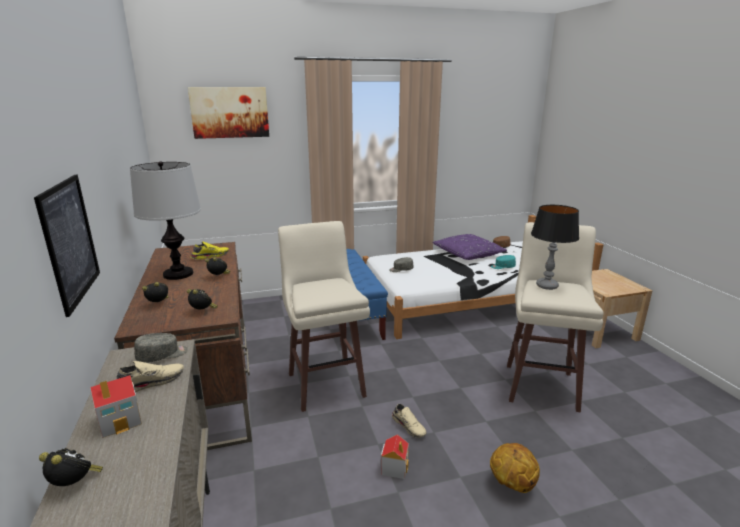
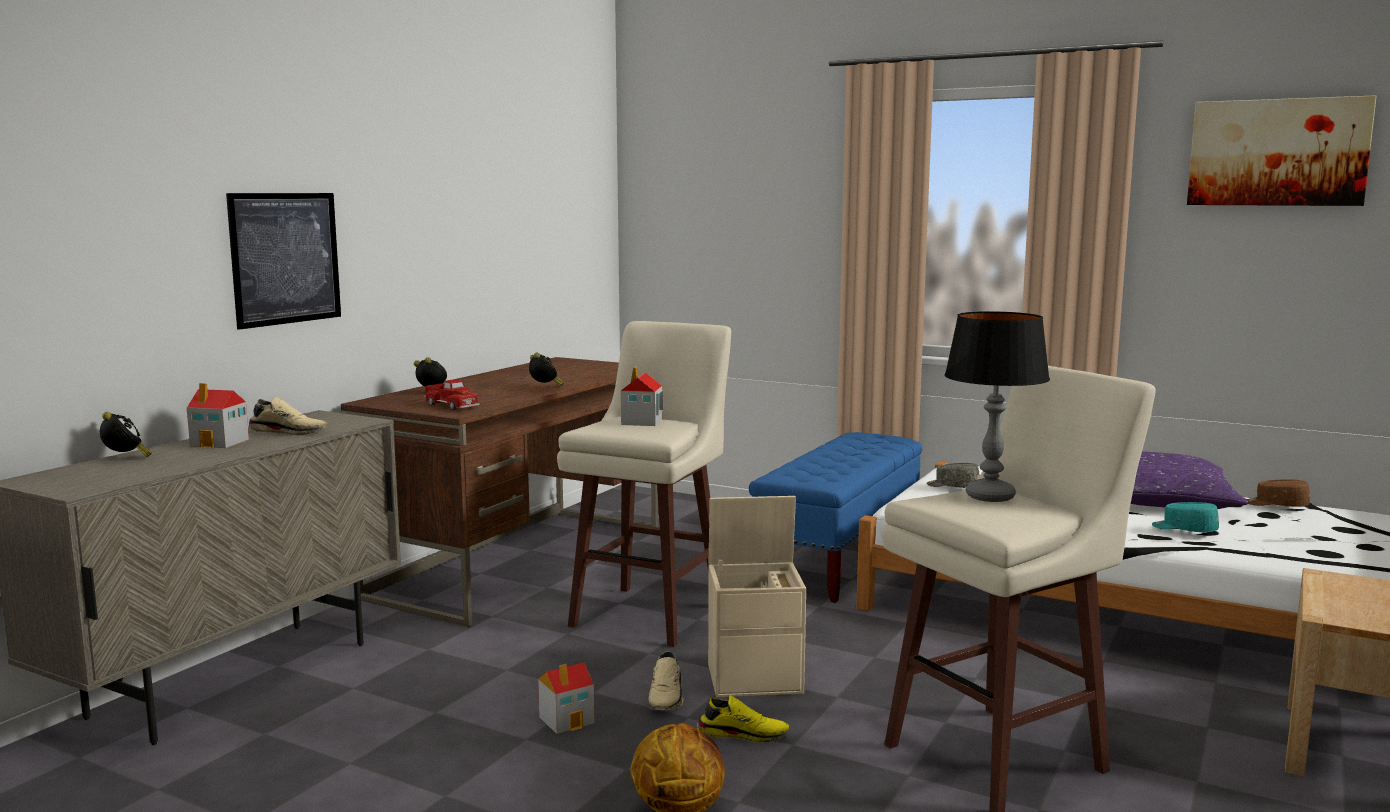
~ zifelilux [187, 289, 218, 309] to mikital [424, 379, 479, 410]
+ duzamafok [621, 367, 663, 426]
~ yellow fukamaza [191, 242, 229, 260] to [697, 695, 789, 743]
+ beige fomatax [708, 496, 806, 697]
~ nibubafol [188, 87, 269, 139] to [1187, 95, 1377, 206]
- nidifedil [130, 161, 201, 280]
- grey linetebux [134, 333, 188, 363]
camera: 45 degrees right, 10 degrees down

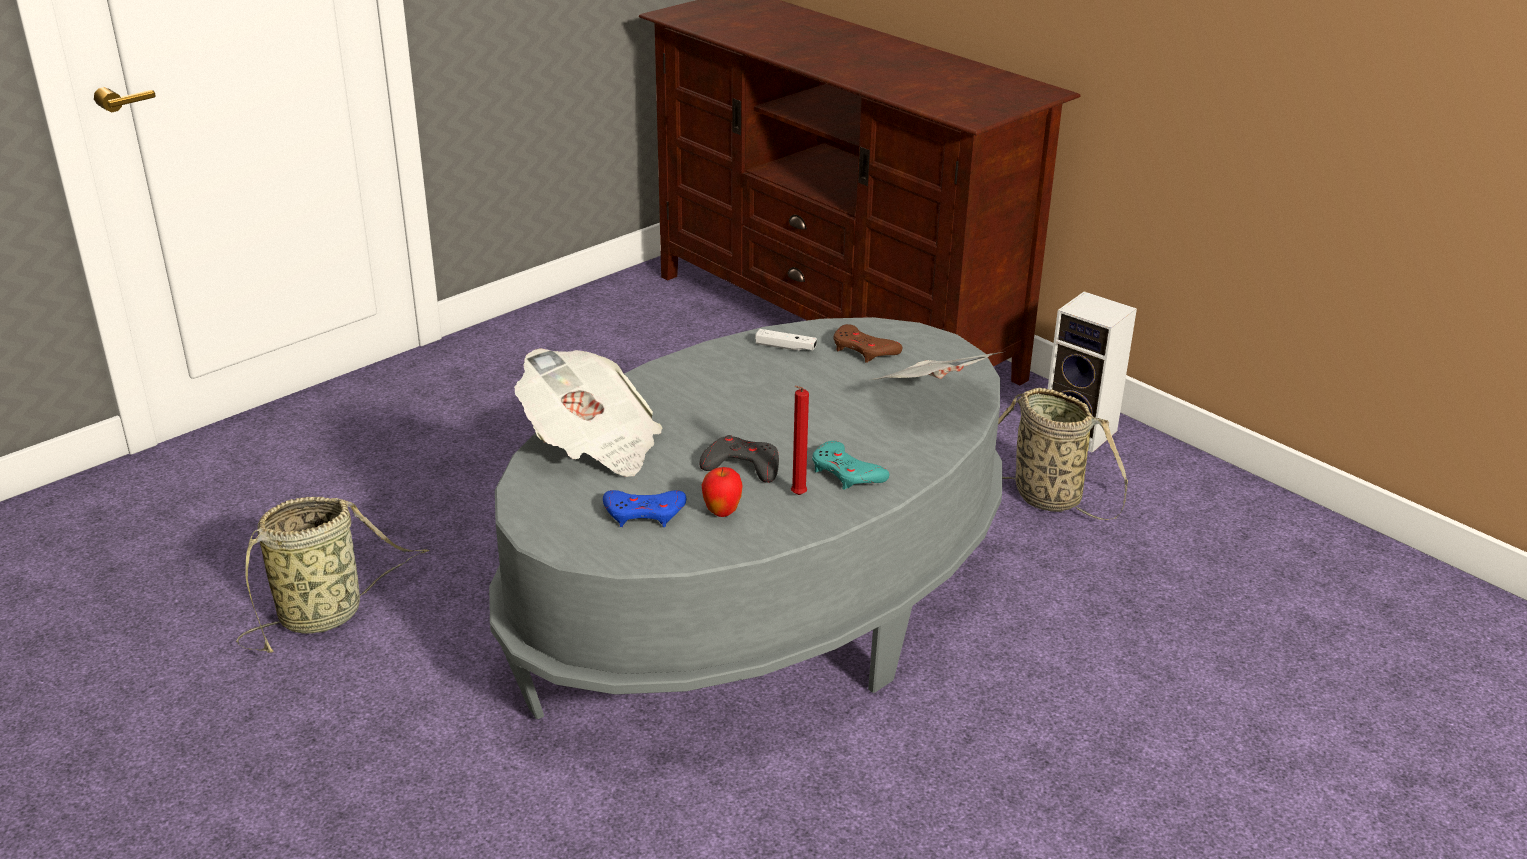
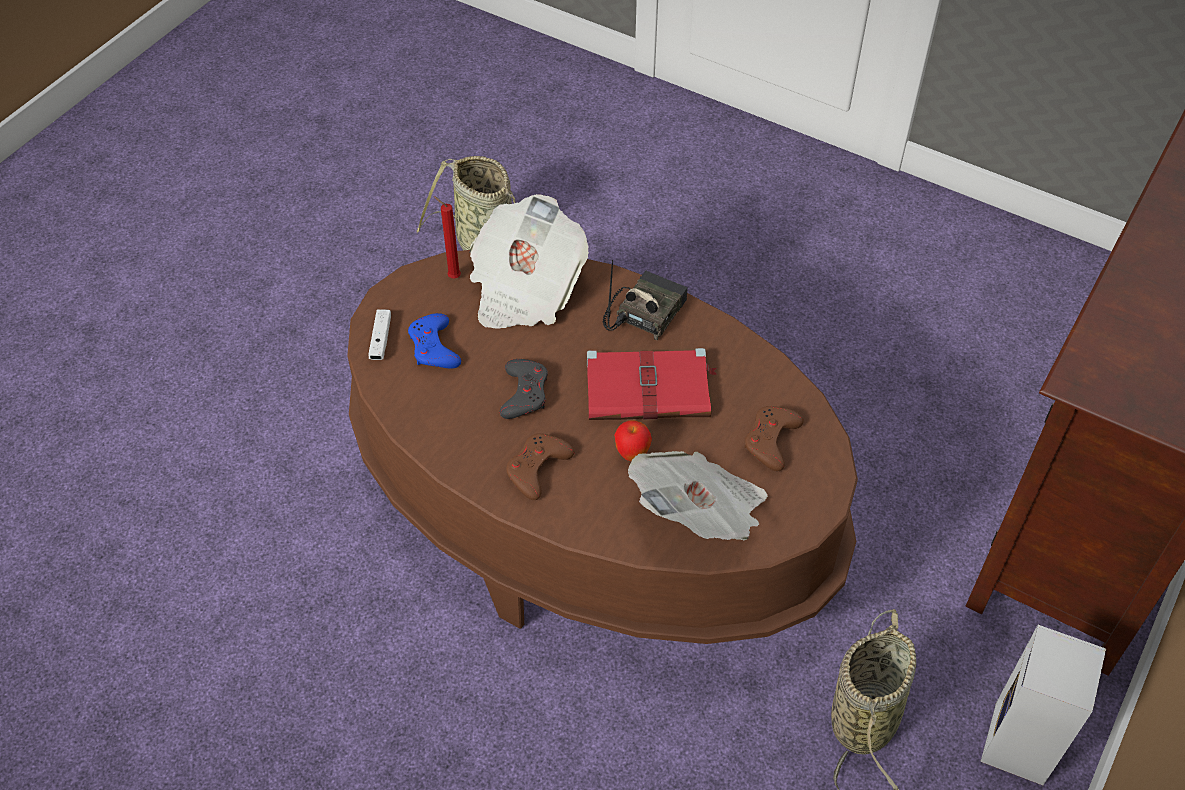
~ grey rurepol [489, 317, 1002, 719] to brown rurepol [347, 250, 858, 644]
~ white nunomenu [755, 329, 817, 351] to [368, 309, 391, 360]
~ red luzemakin [791, 386, 809, 495] to [434, 197, 461, 278]
~ turquoise nunomenu [812, 441, 889, 490] to brown nunomenu [506, 433, 575, 500]
+ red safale [587, 348, 718, 420]
+ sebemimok [602, 260, 688, 341]
~ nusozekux [701, 467, 743, 517] to [614, 420, 652, 461]
camera: 75 degrees right, 20 degrees up

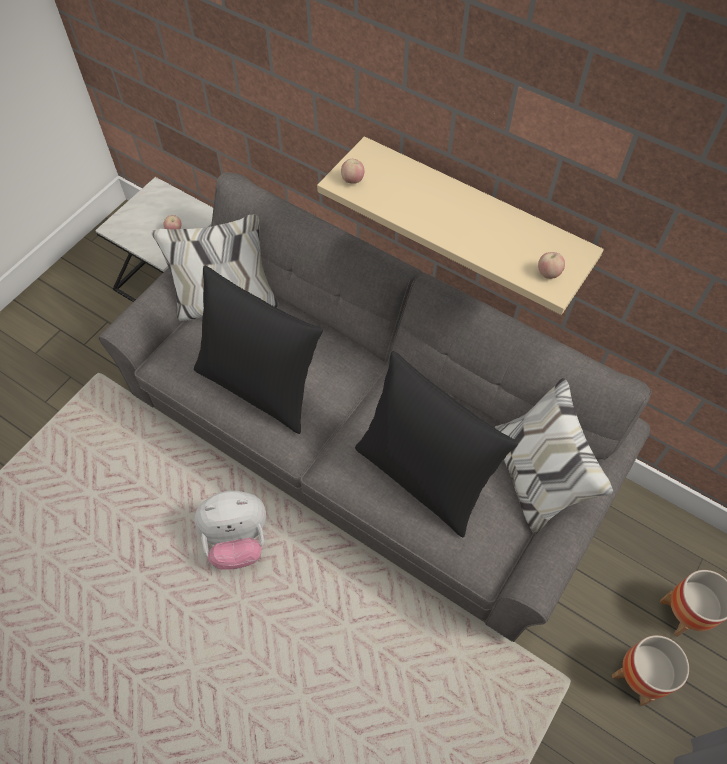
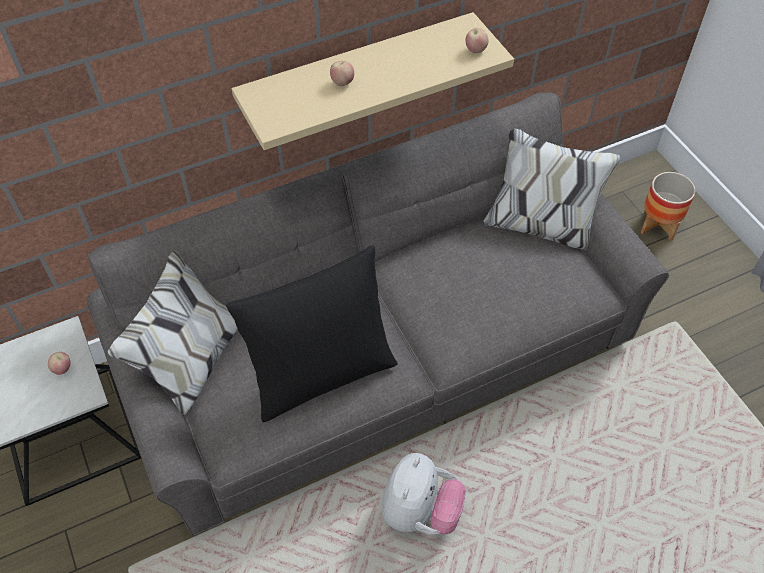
~ nusozekux [341, 159, 364, 183] to [330, 61, 354, 86]
- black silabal [355, 351, 518, 538]
- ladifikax [612, 635, 689, 706]
camera: 60 degrees left, 5 degrees down

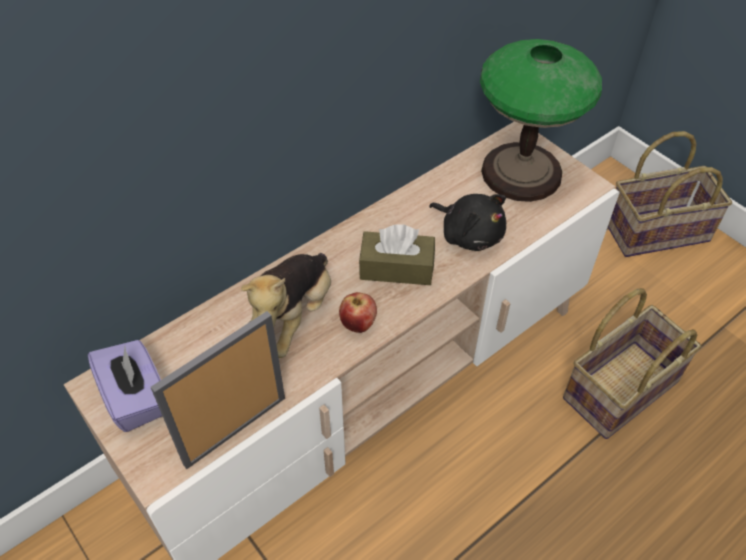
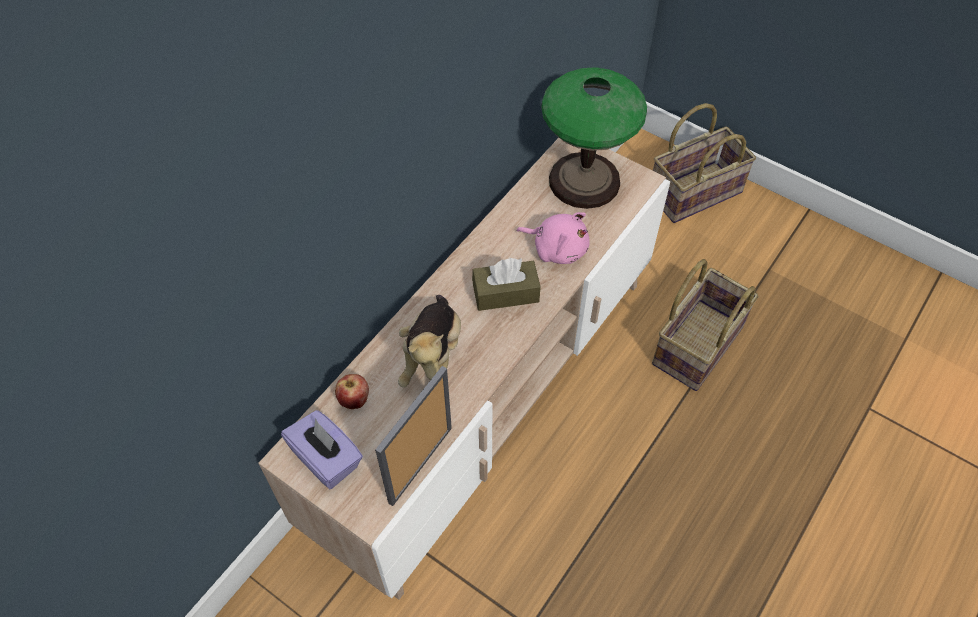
~ nusozekux [339, 292, 377, 333] to [335, 374, 369, 409]
~ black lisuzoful [429, 194, 506, 251] to pink lisuzoful [517, 212, 590, 264]
camera: 15 degrees left, 5 degrees up

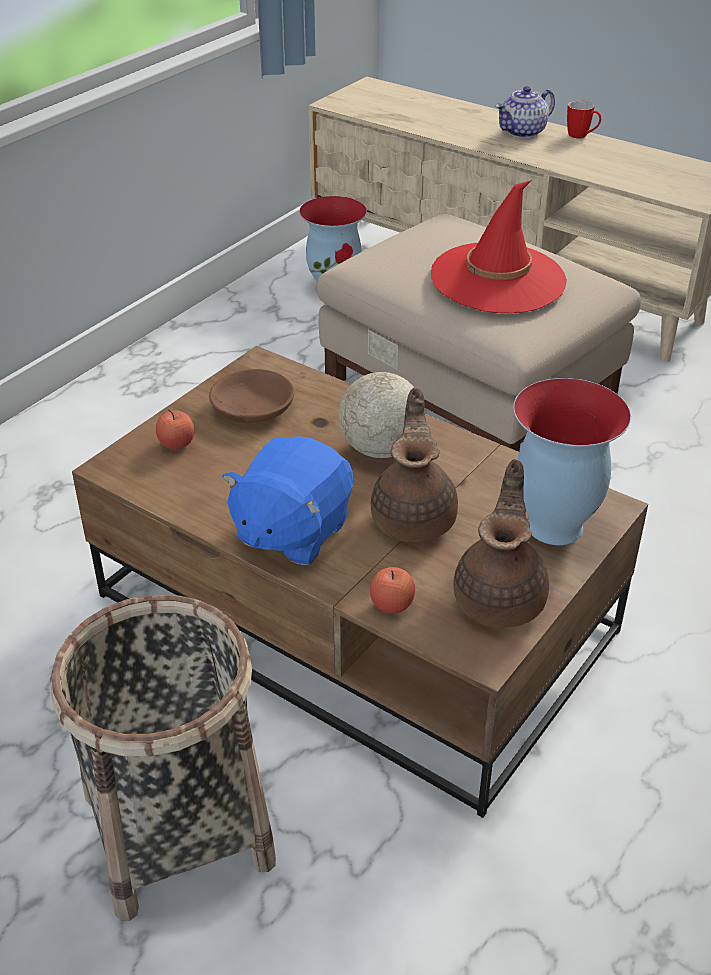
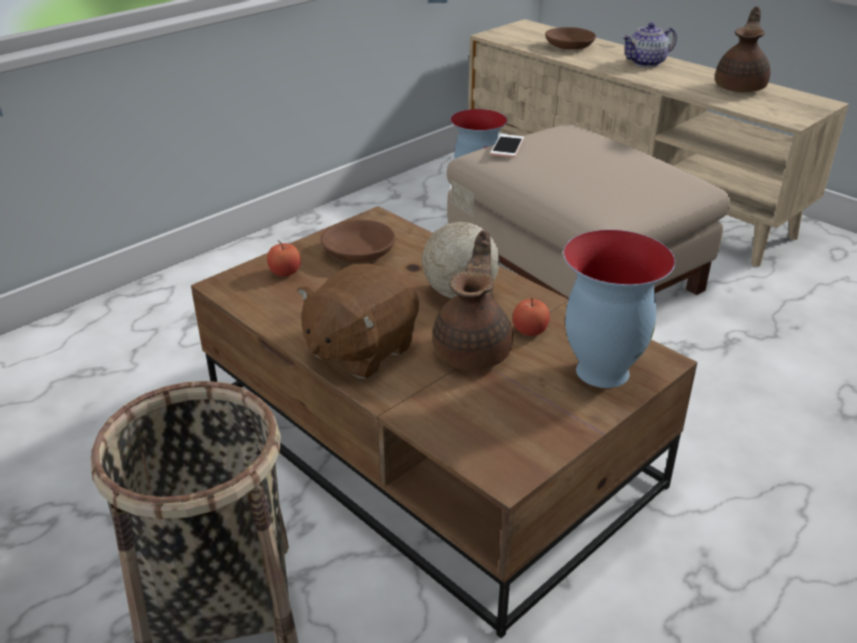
~ blue lisuzoful [222, 436, 353, 565] to brown lisuzoful [297, 264, 419, 379]
+ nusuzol [491, 134, 524, 157]
~ nusozekux [370, 567, 415, 613] to [513, 298, 550, 336]
+ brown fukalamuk [545, 27, 596, 49]
~ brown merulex [453, 459, 549, 628] to [715, 6, 770, 92]
- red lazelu [431, 180, 567, 313]
- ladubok [567, 100, 601, 139]
camera: 10 degrees right, 5 degrees down

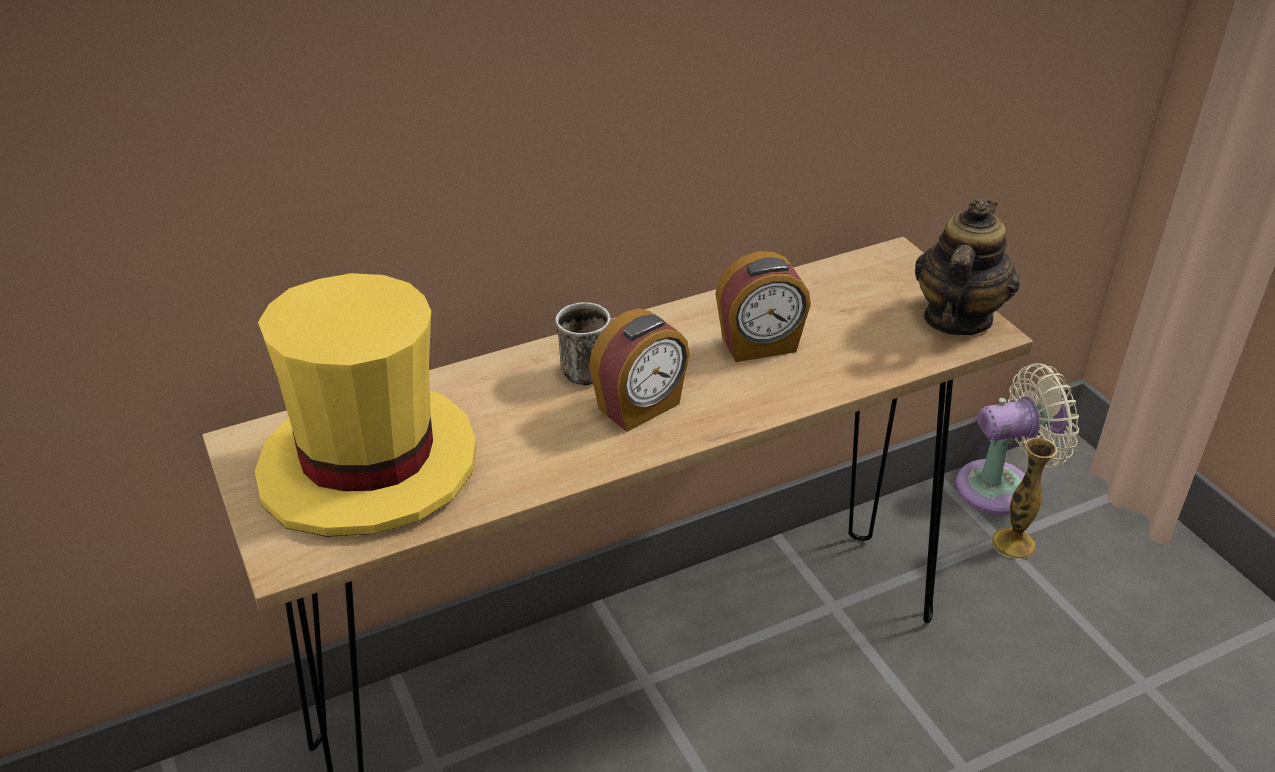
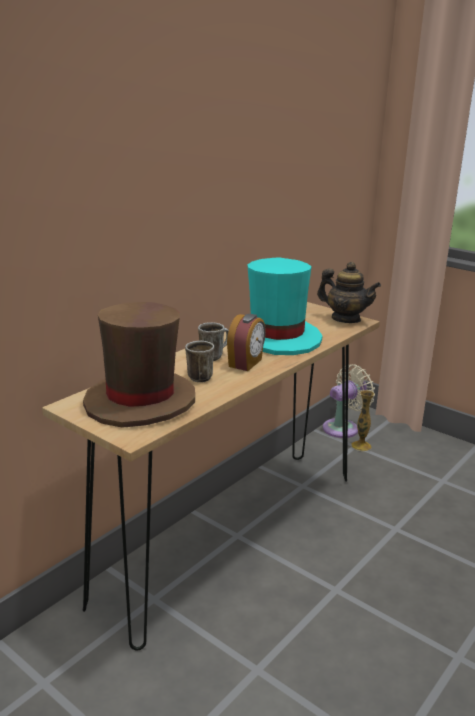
~ yellow lazelu [255, 273, 476, 537] to brown lazelu [83, 302, 195, 428]
+ ladubok [185, 341, 214, 382]
~ zifelilux [715, 251, 811, 362] to turquoise lazelu [247, 257, 322, 355]
~ merulex [915, 199, 1020, 335] = [317, 262, 381, 323] 120 degrees clockwise
camera: 25 degrees left, 15 degrees down

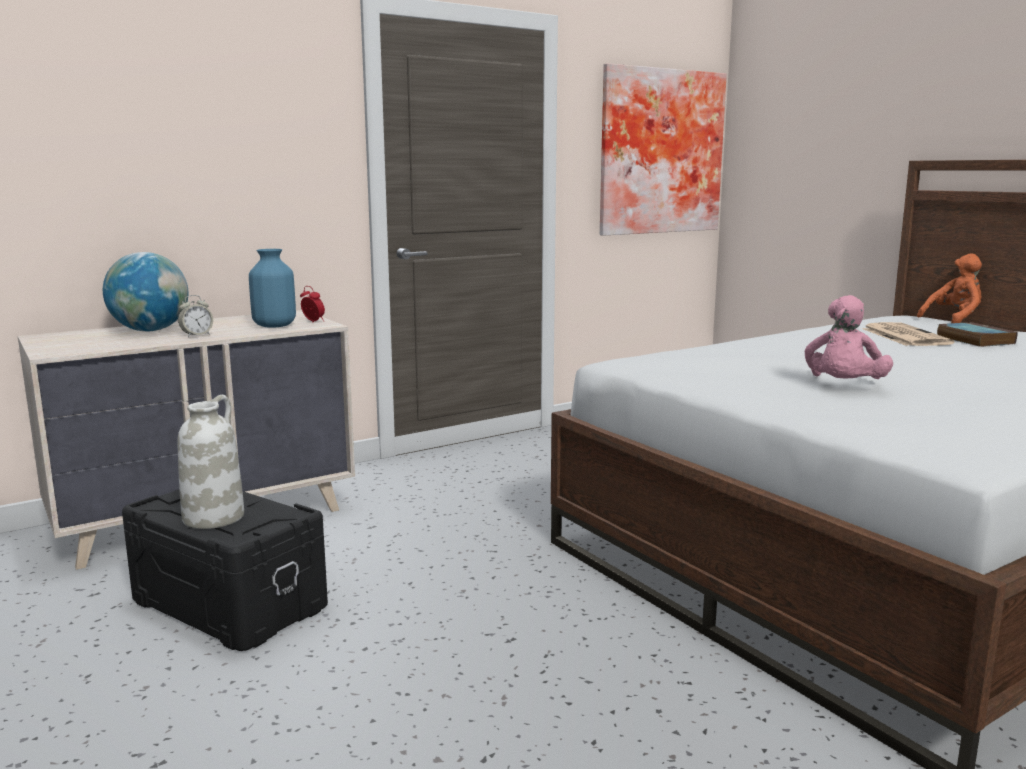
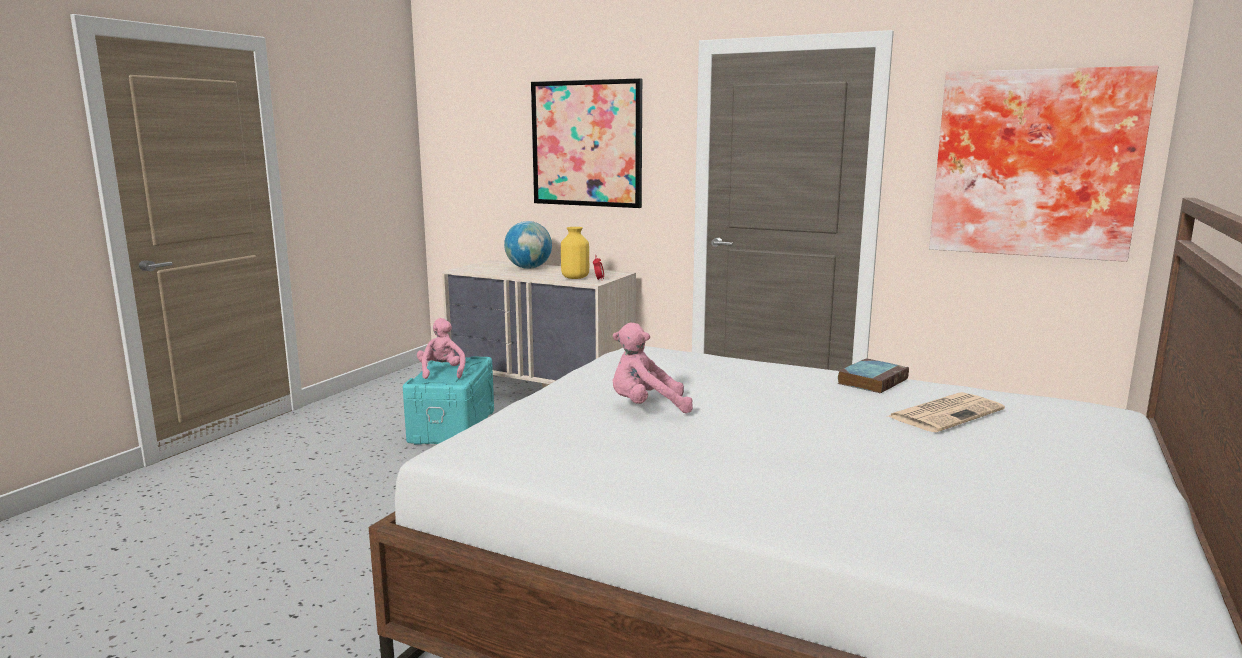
~ black fomatax [122, 489, 328, 651] to turquoise fomatax [403, 356, 494, 445]
~ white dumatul [178, 395, 244, 529] to pink lisuzoful [417, 318, 465, 379]
+ nibubafol [531, 78, 642, 208]
~ blue dumatul [249, 249, 296, 328] to yellow dumatul [561, 227, 589, 279]
~ safale [937, 322, 1018, 347] to [837, 358, 909, 393]
- zifelilux [178, 295, 213, 337]
- orange lisuzoful [917, 253, 982, 323]
camera: 60 degrees right, 0 degrees up

